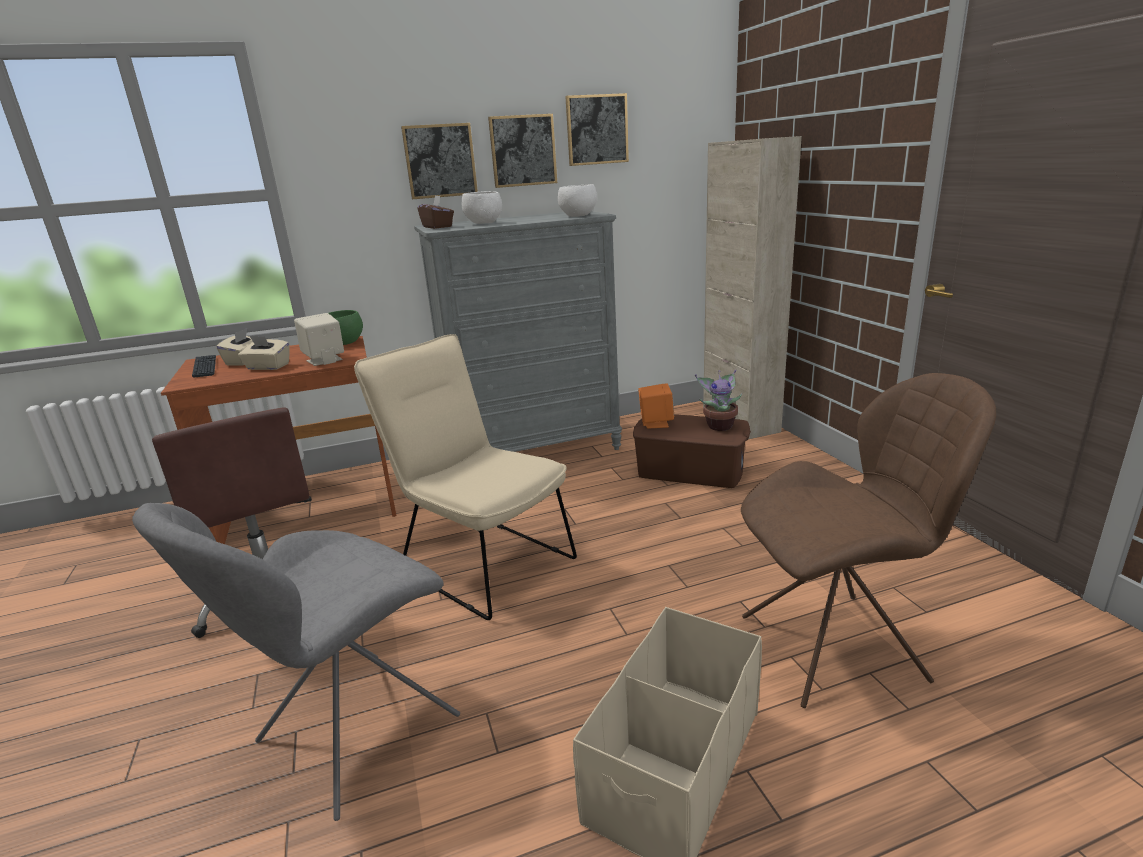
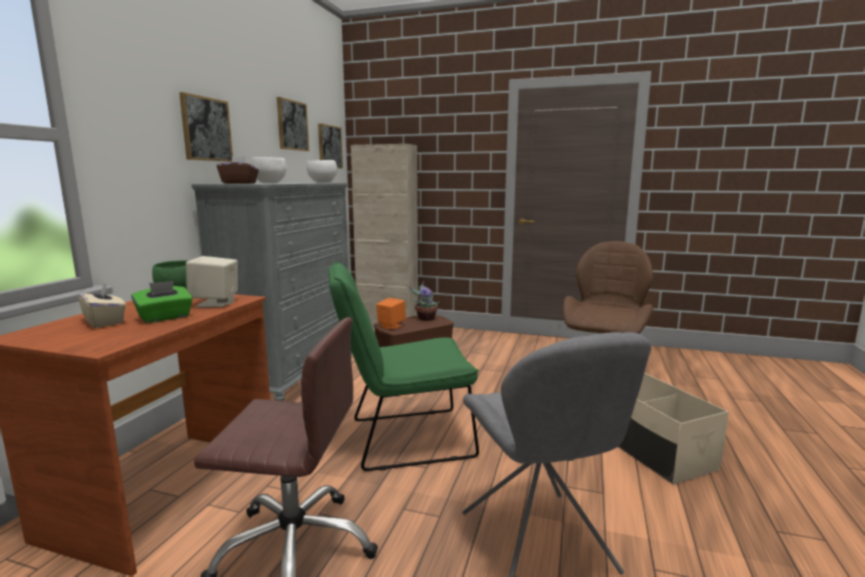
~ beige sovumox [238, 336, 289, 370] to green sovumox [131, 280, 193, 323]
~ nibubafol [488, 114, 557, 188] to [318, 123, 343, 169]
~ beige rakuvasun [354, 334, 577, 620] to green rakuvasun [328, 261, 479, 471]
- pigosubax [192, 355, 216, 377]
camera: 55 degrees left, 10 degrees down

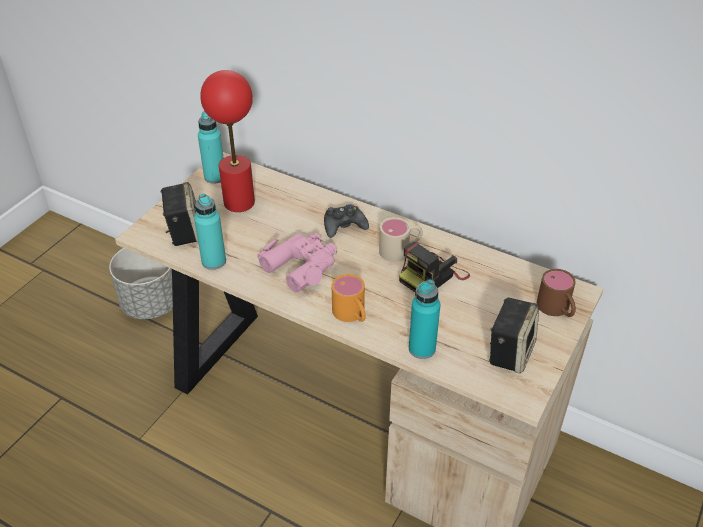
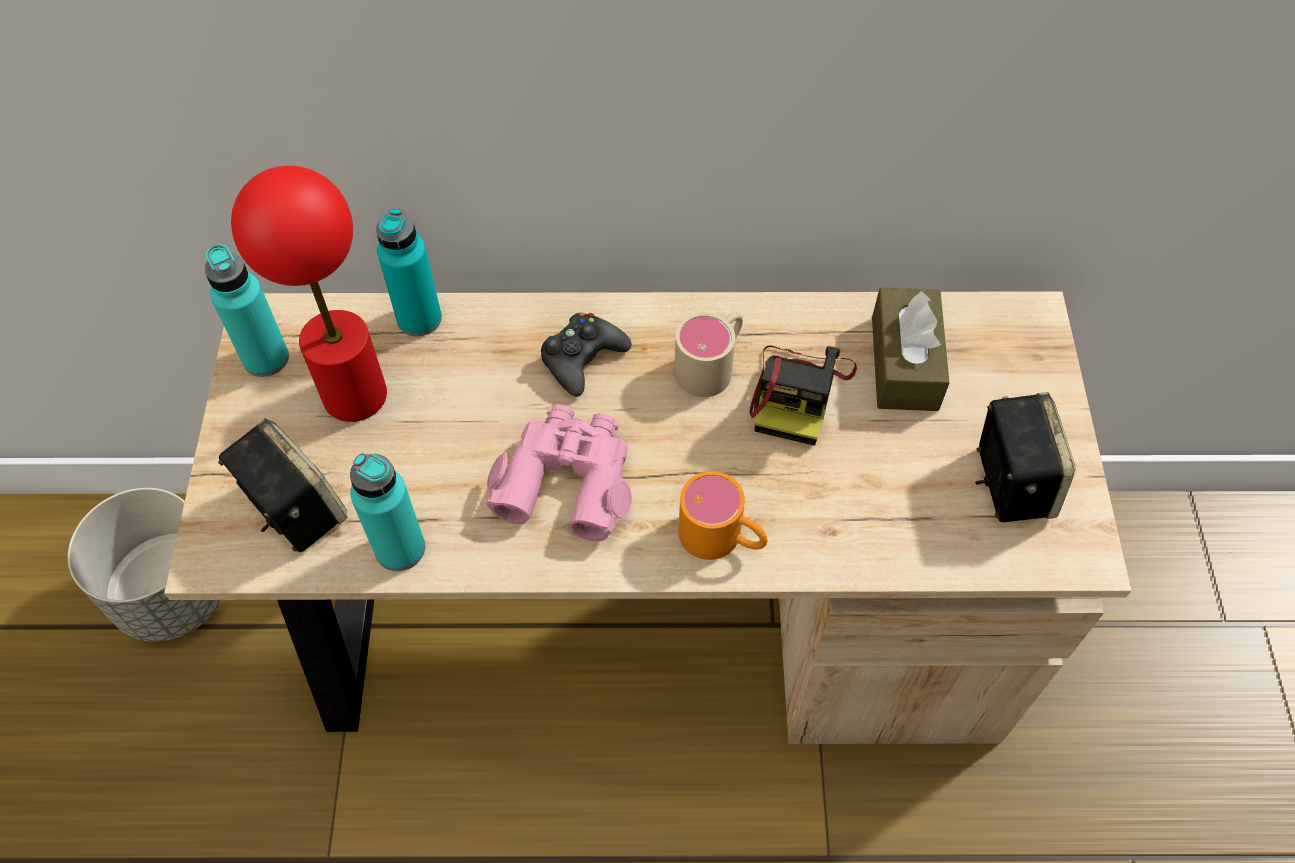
~ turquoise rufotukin [409, 279, 440, 359] to [376, 208, 442, 336]
+ brown sovumox [872, 288, 949, 411]
- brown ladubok [537, 269, 576, 317]
camera: 30 degrees left, 15 degrees up

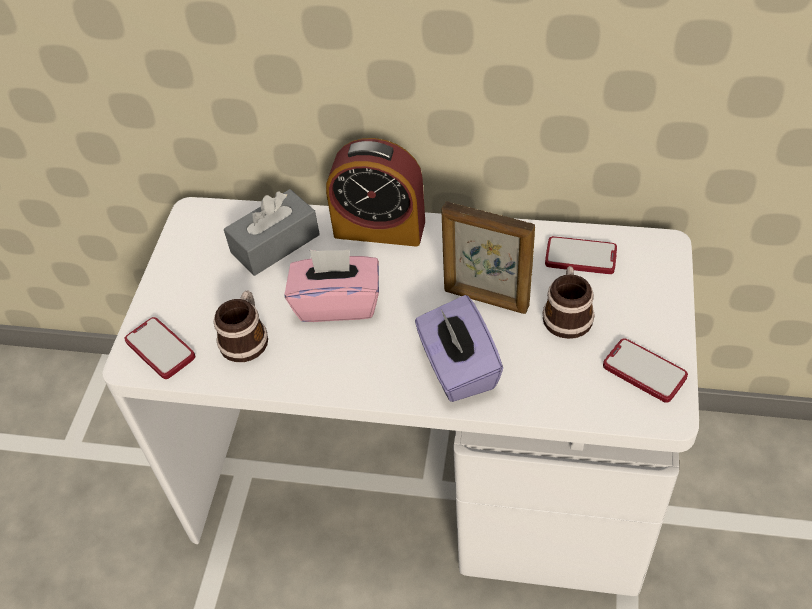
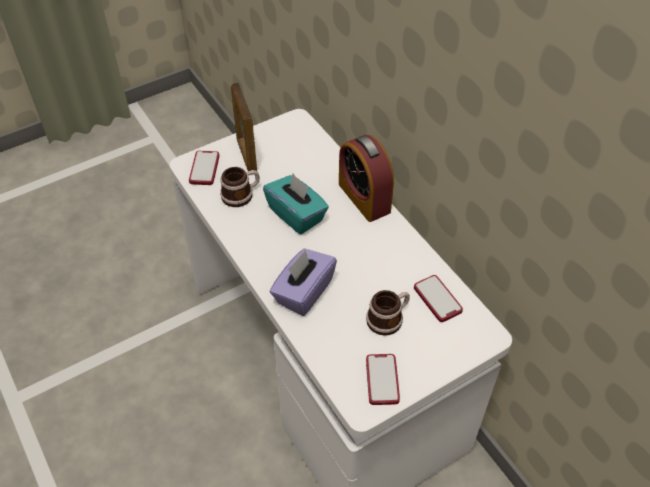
~ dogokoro [441, 201, 535, 314] to [231, 83, 257, 171]
~ pink sovumox [285, 250, 379, 322] to turquoise sovumox [263, 174, 329, 235]
- grey sovumox [224, 189, 320, 276]
camera: 45 degrees right, 0 degrees up

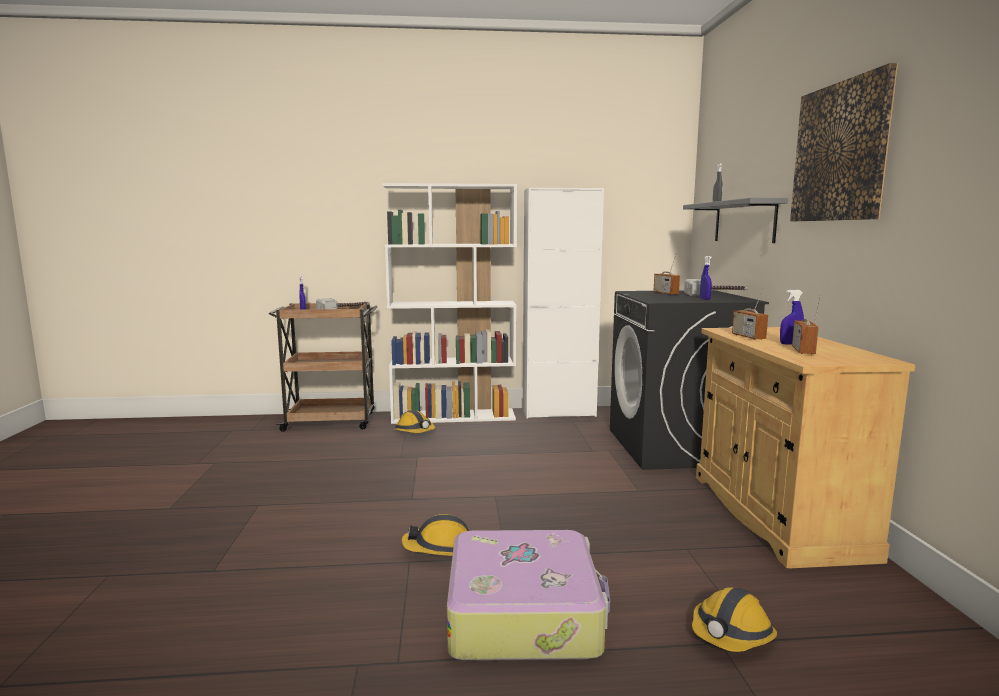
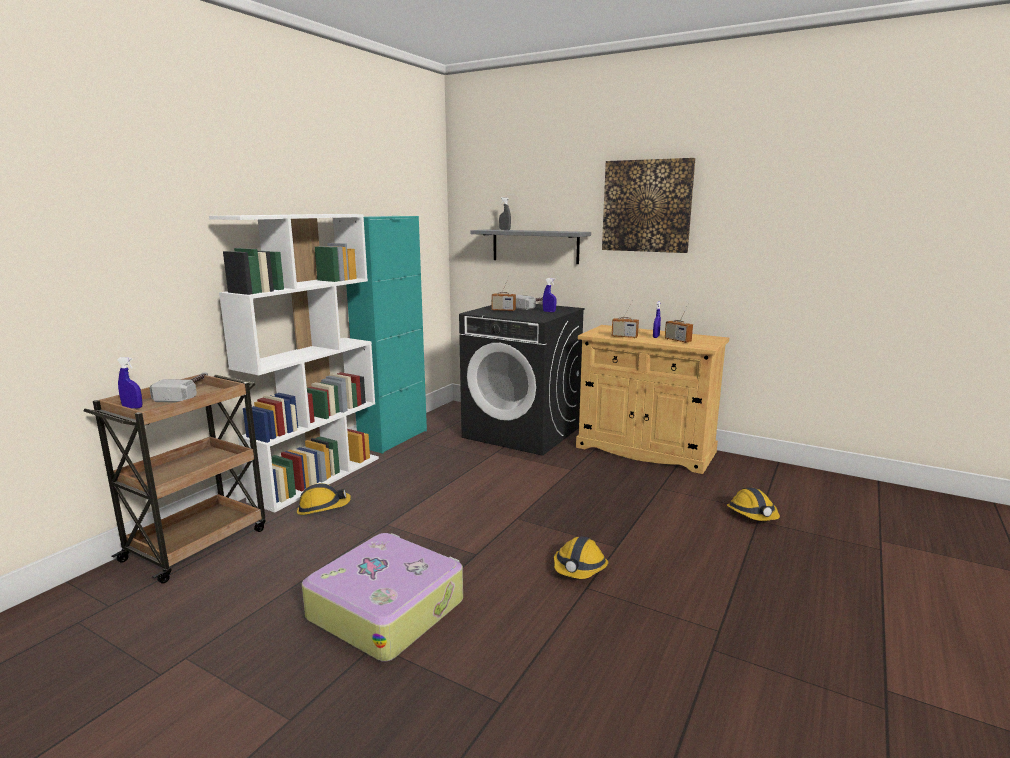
~ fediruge [447, 530, 610, 661] to [302, 533, 463, 661]
~ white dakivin [523, 188, 604, 418] to turquoise dakivin [346, 216, 427, 454]
camera: 55 degrees left, 5 degrees up

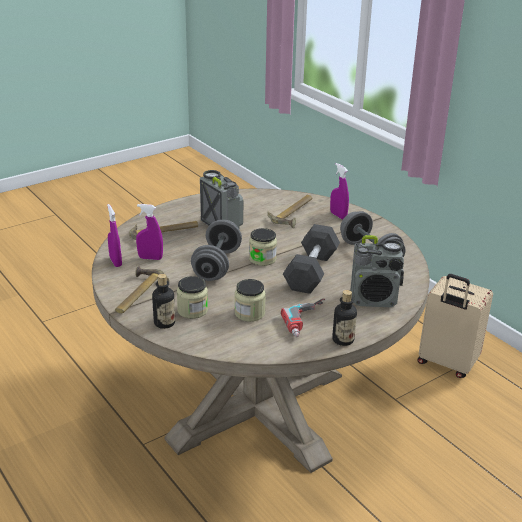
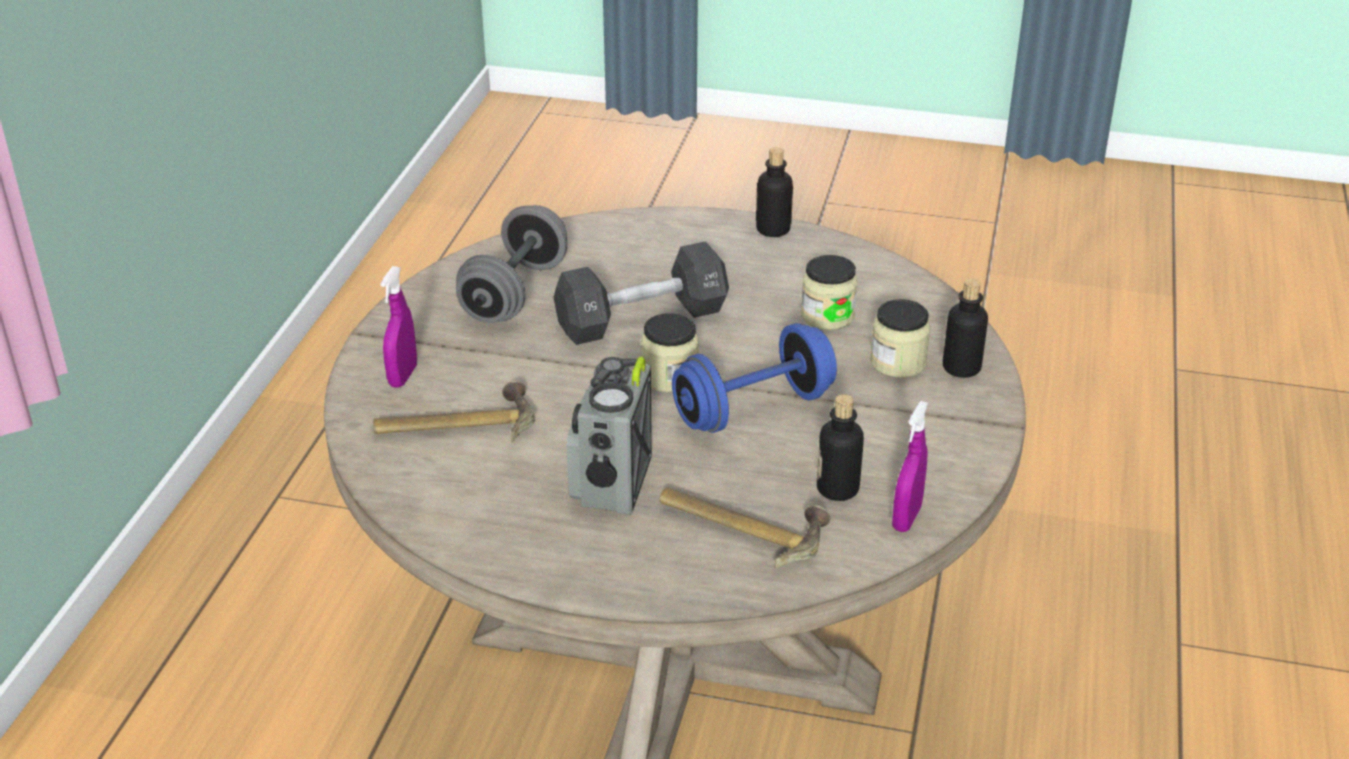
~ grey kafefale [191, 220, 242, 281] to blue kafefale [672, 323, 837, 433]
~ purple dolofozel [136, 204, 163, 260] to rufotukin [817, 394, 864, 501]
- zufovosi [115, 265, 169, 314]
- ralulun [281, 299, 325, 337]
- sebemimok [350, 235, 404, 307]
- beige fediruge [418, 274, 493, 378]
camera: 130 degrees left, 5 degrees up

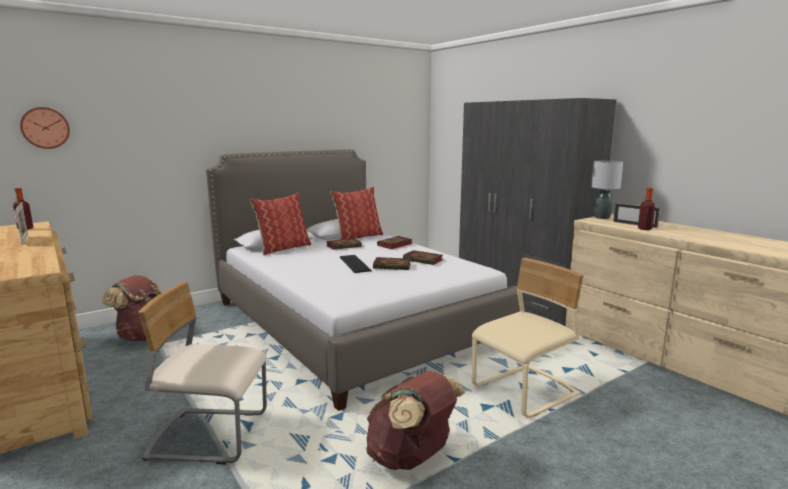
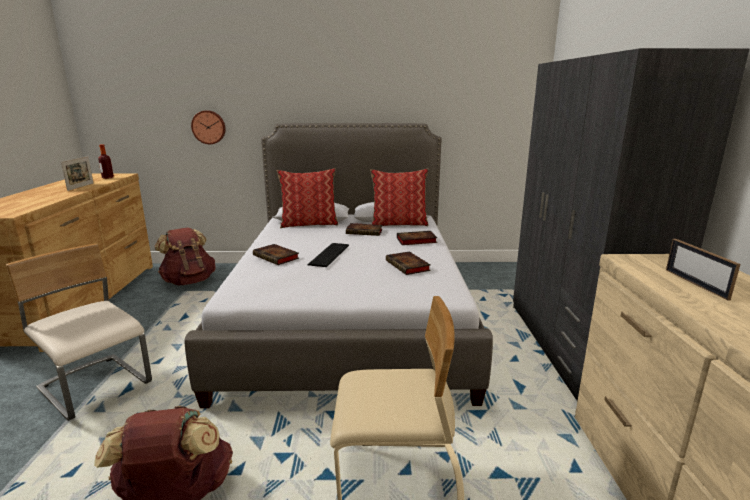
~ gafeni [20, 107, 70, 149] to [191, 110, 226, 144]
~ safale [373, 257, 411, 270] to [253, 244, 299, 265]
- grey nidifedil [591, 161, 623, 219]
- rufotukin [638, 188, 655, 230]
camera: 35 degrees right, 5 degrees up

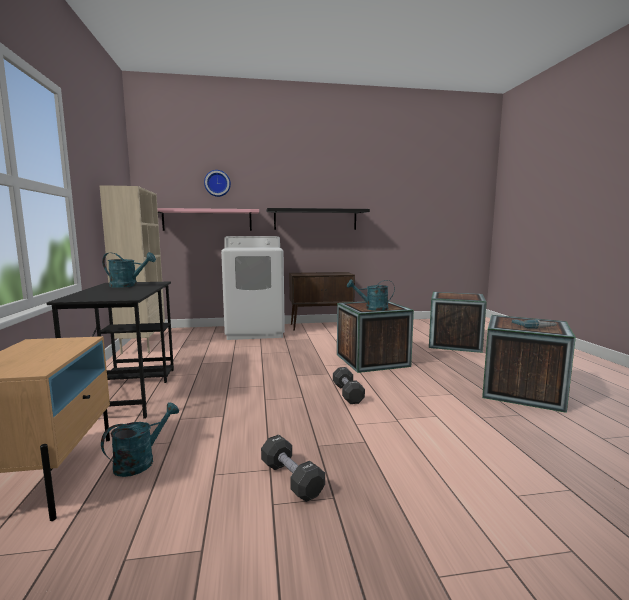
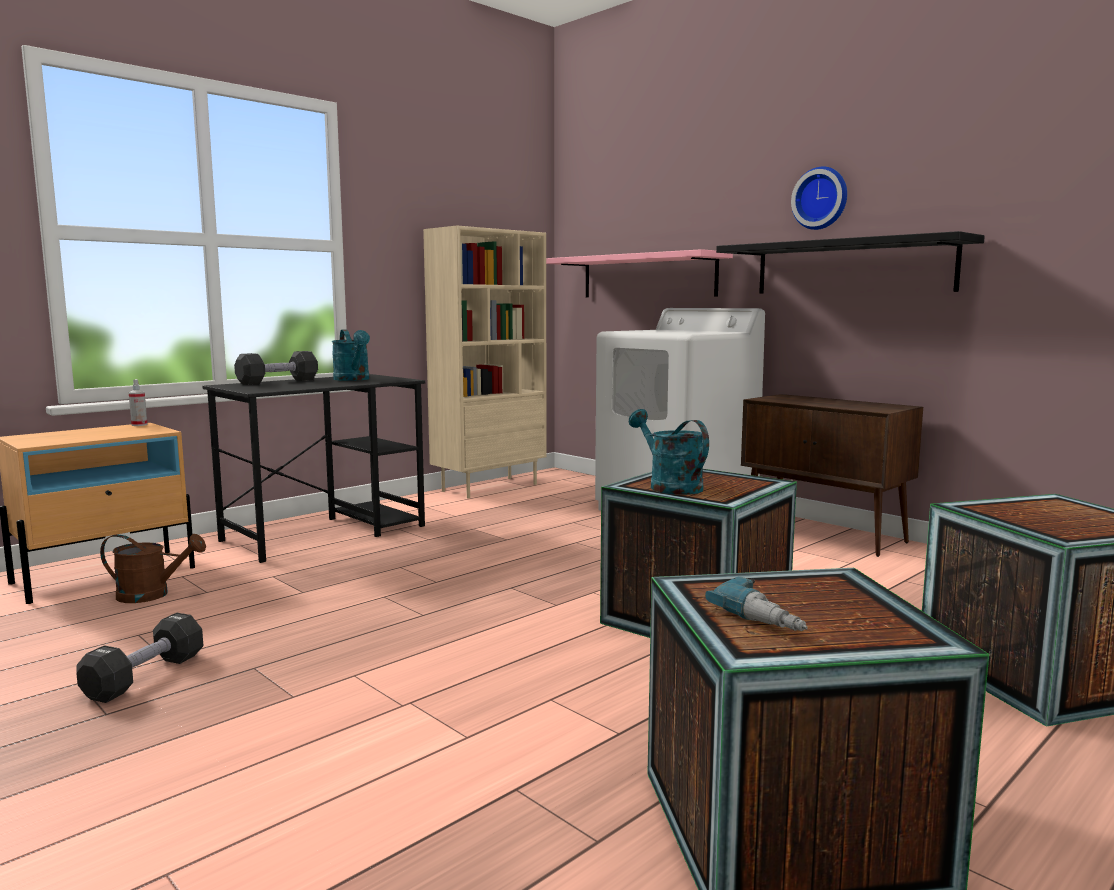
~ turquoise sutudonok [101, 402, 179, 477] to brown sutudonok [100, 534, 206, 603]
+ dolofozel [129, 379, 148, 426]
~ black kafefale [333, 367, 365, 404] to [234, 351, 318, 385]
~ gafeni [204, 170, 231, 197] to [791, 167, 847, 230]
camera: 55 degrees right, 0 degrees up

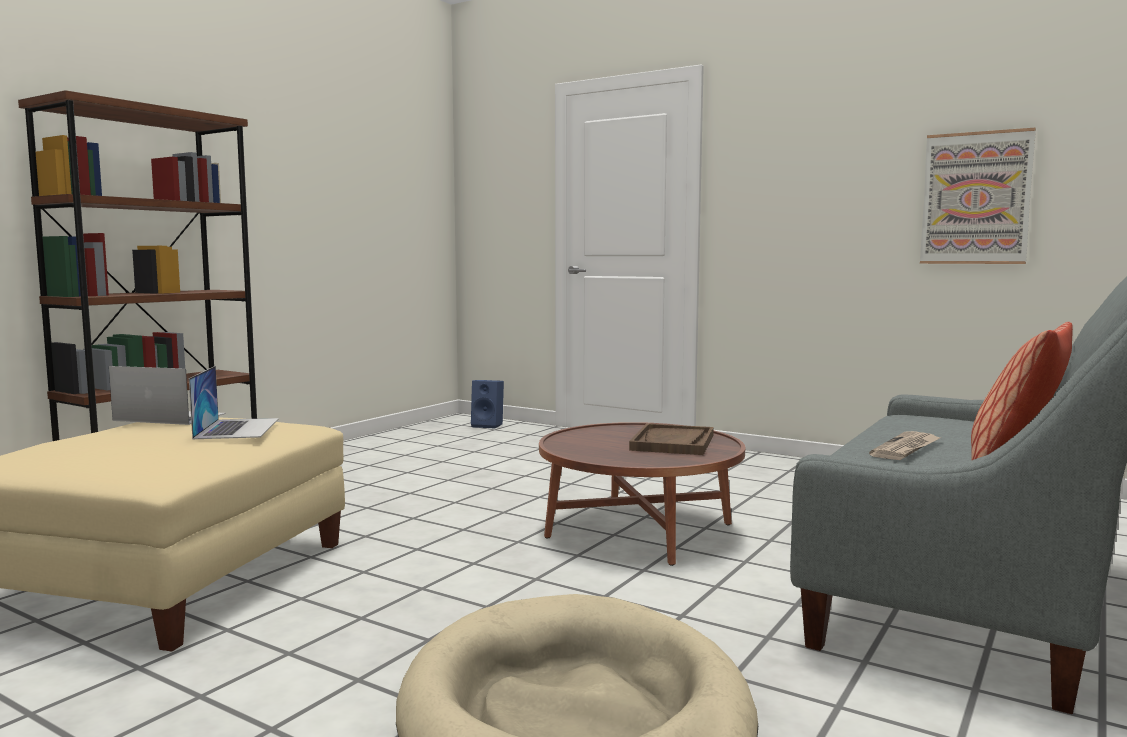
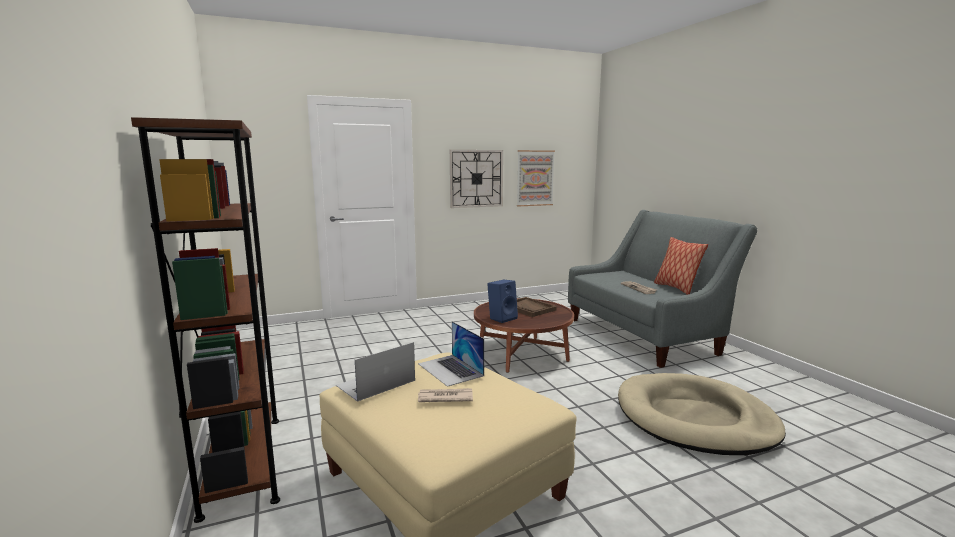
~ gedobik [189, 366, 279, 439] = [418, 321, 484, 387] 150 degrees counterclockwise
+ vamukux [418, 388, 473, 402]
+ gafeni [450, 150, 503, 208]
~ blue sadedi [471, 380, 504, 429] to [487, 280, 518, 323]
camera: 55 degrees left, 5 degrees up

